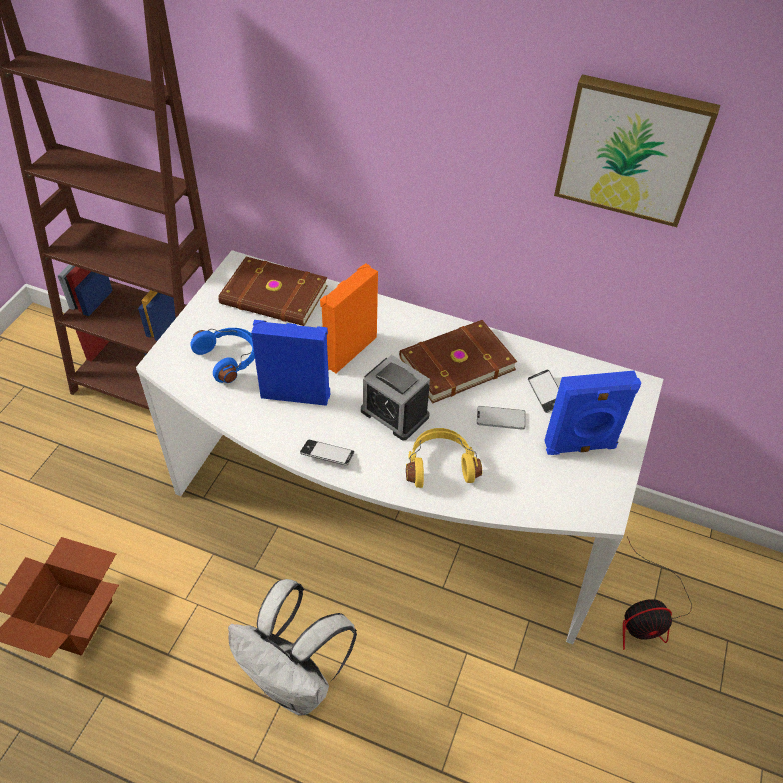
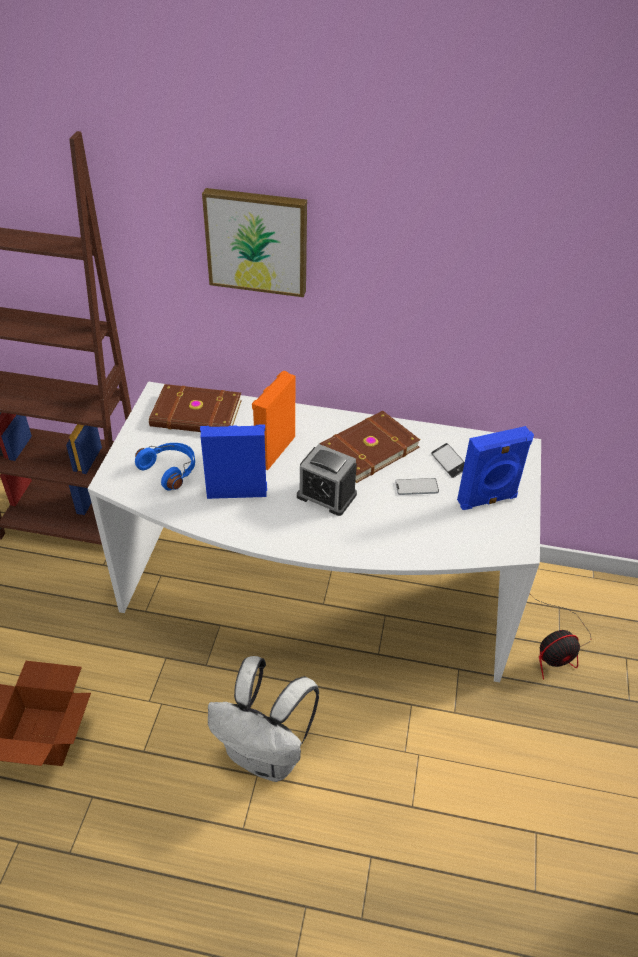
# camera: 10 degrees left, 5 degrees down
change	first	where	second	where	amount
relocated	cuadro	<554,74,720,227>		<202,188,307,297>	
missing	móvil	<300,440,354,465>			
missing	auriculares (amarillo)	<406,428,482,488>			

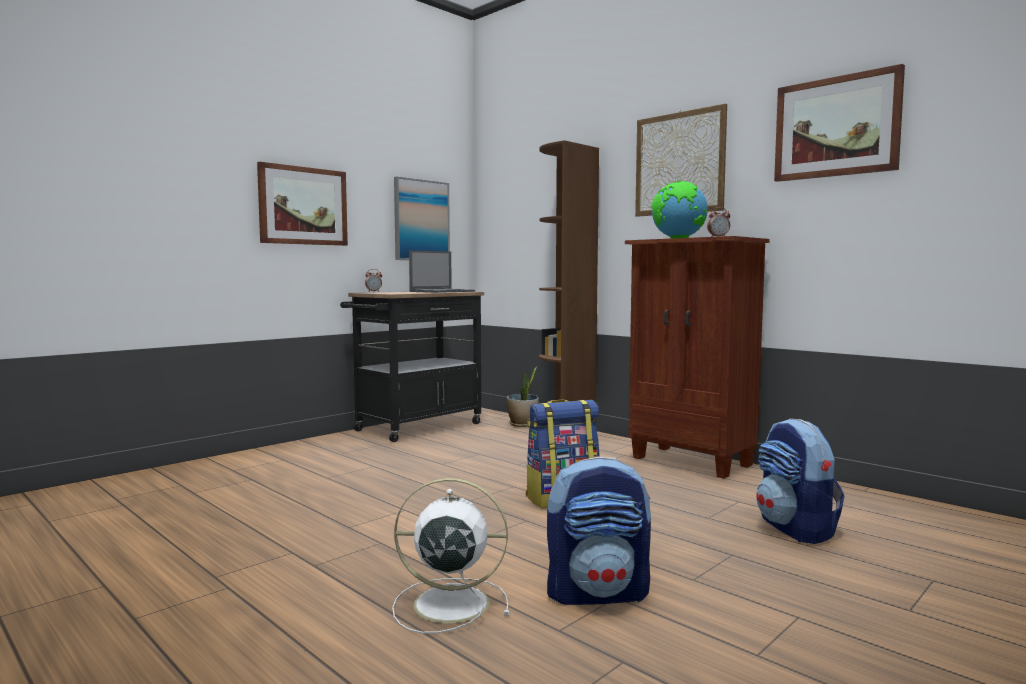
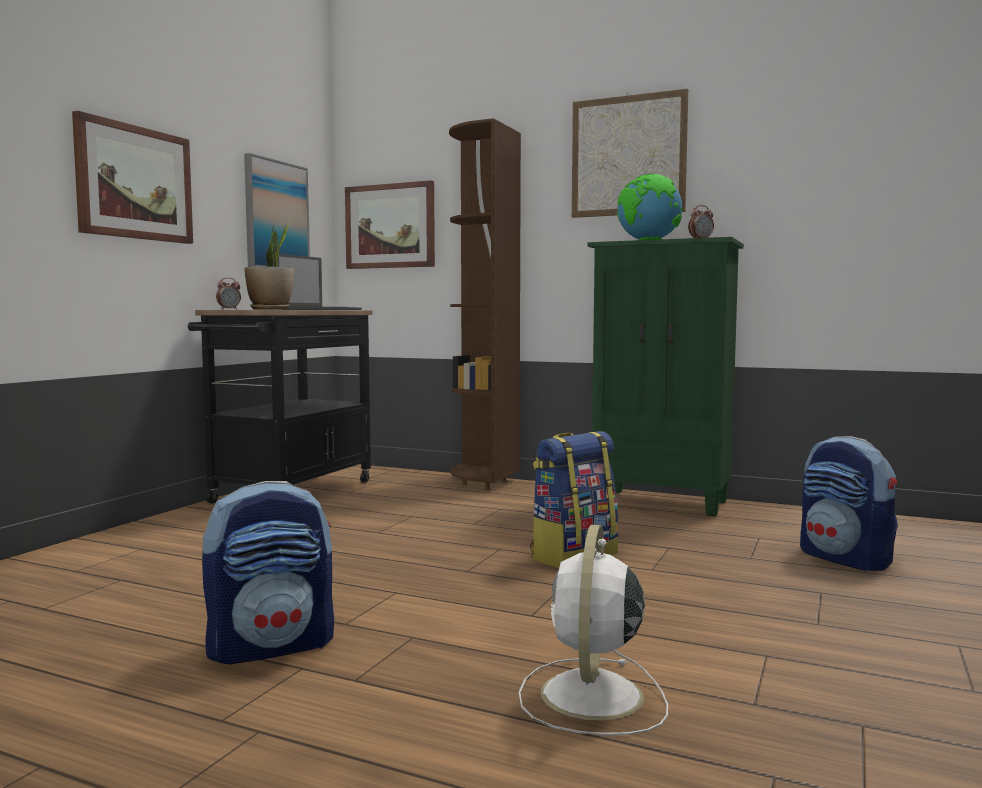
# camera: 20 degrees left, 0 degrees up
change	first	where	second	where	amount
relocated	mochila	<547,457,651,605>		<202,481,334,664>	
relocated	planta en maceta	<507,367,539,427>		<244,222,294,310>	
relocated	cuadro	<774,64,905,182>		<345,180,435,269>	
spun	ventilador (blanco)	<392,478,509,634>		<519,525,668,736>	60 degrees counterclockwise
colour	armario (marrón)	<625,236,770,478>	armario (verde)	<587,237,744,516>	

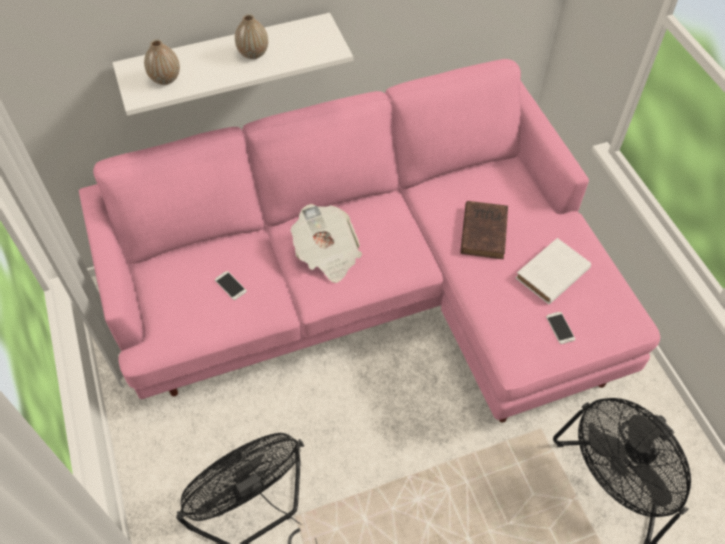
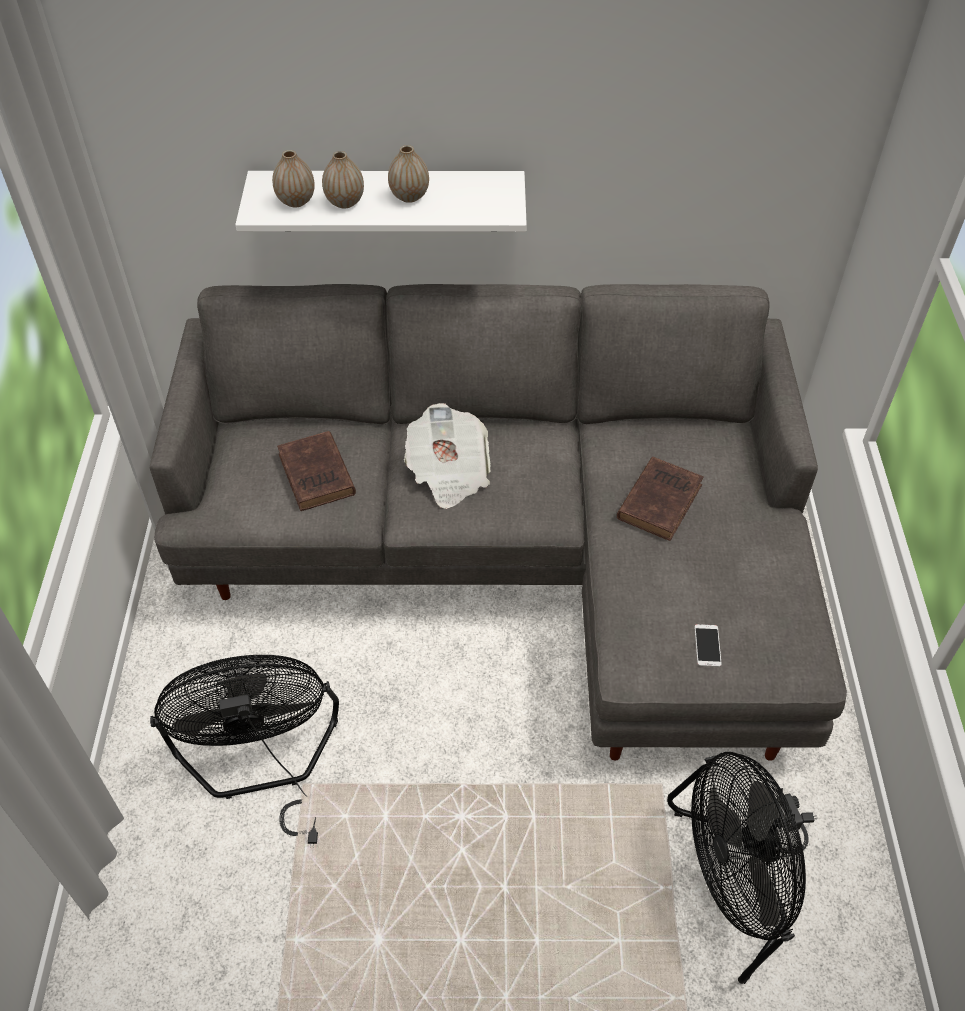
# camera: 20 degrees right, 5 degrees down
change	first	where	second	where	amount
colour	sofá (rosa)	<79,59,660,423>	sofá (gris)	<150,284,847,761>	
exchanged	móvil	<215,271,247,300>	libro (marrón)	<277,431,356,511>	
appeared			florero	<322,151,364,209>	
missing	libro (blanco)	<515,238,591,304>			

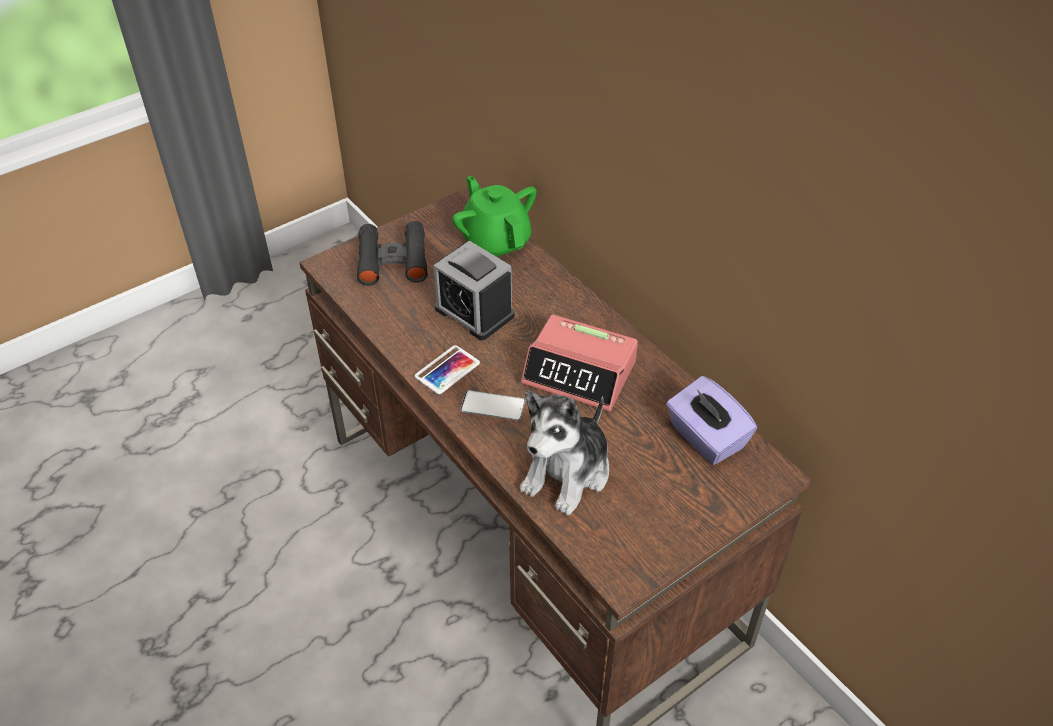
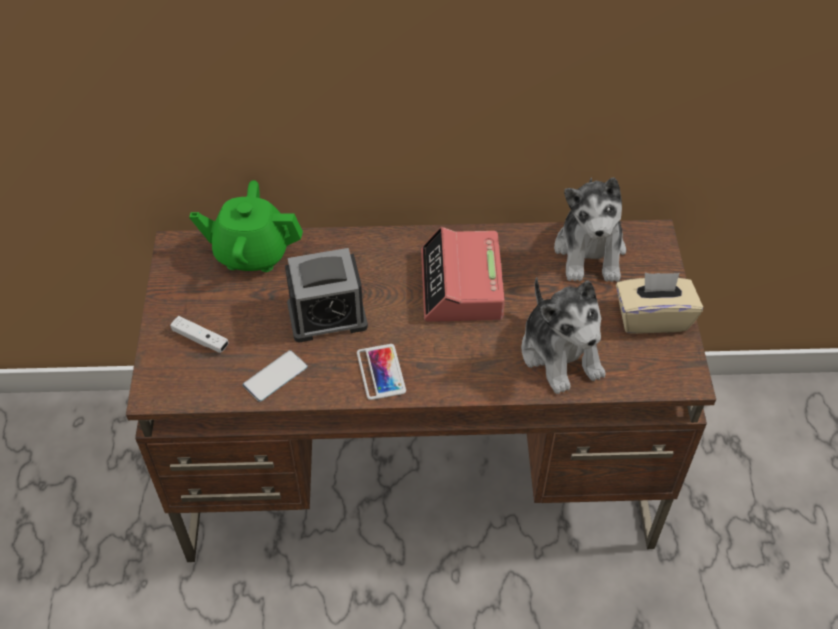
# camera: 55 degrees left, 5 degrees up
change	first	where	second	where	amount
exchanged	prismáticos (negro)	<357,221,428,286>	mando de consola (blanco)	<170,316,229,353>	
relocated	móvil	<460,390,525,420>		<243,350,308,402>	
spun	despertador	<521,315,638,412>		<421,227,505,322>	120 degrees clockwise
exchanged	caja de pañuelos (morado)	<666,376,757,465>	peluche	<554,178,626,282>	
appeared			caja de pañuelos (beis)	<616,273,703,334>	

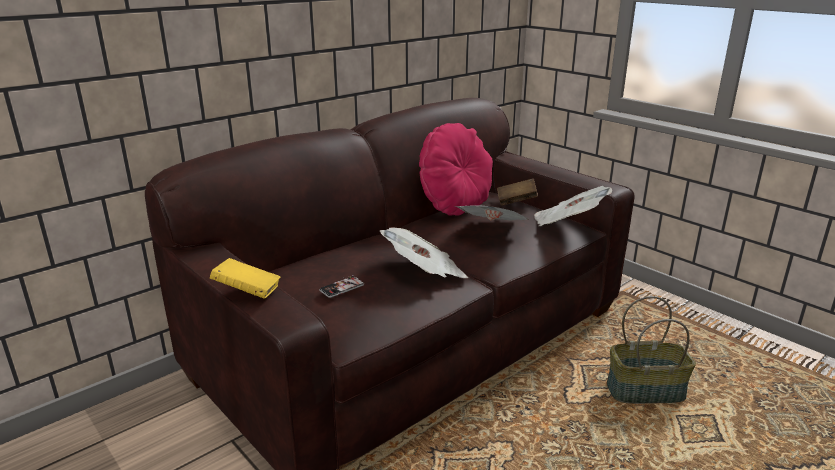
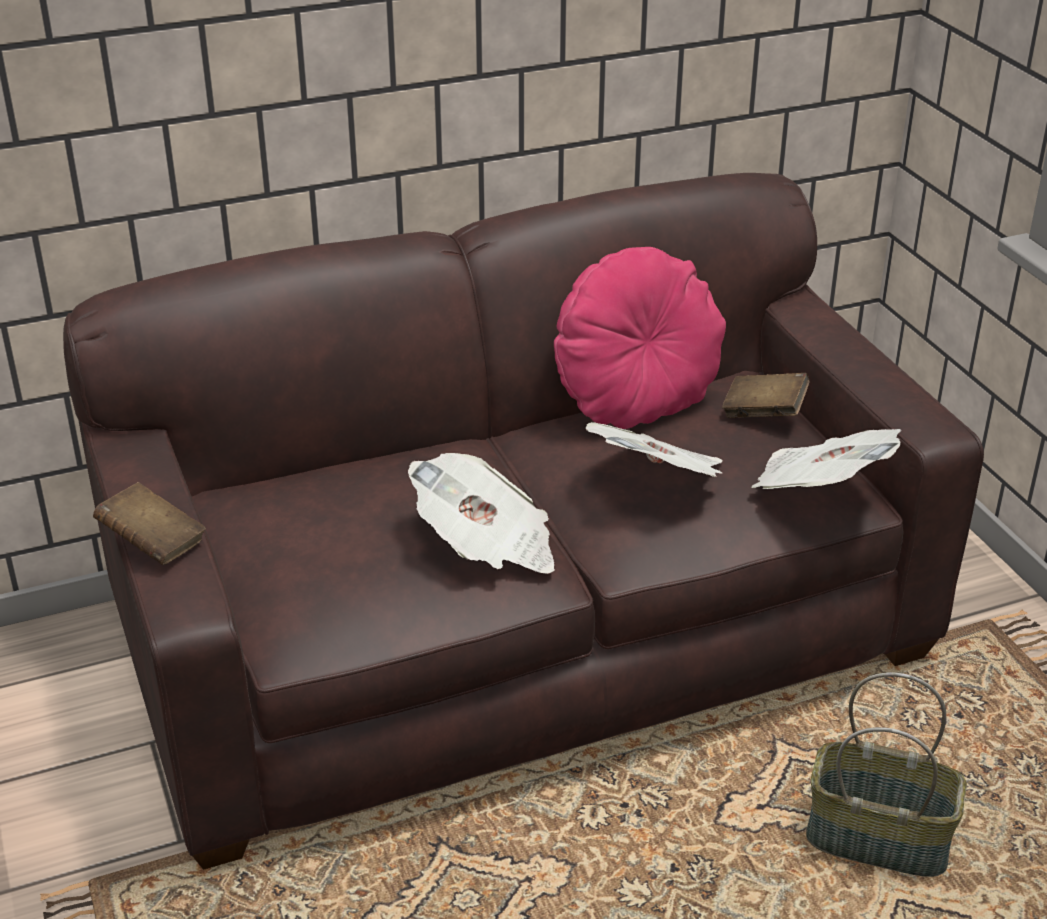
# camera: 20 degrees right, 10 degrees up
change	first	where	second	where	amount
colour	libro (amarillo)	<210,258,281,299>	libro (marrón)	<93,482,206,565>	
missing	móvil	<319,275,364,298>			

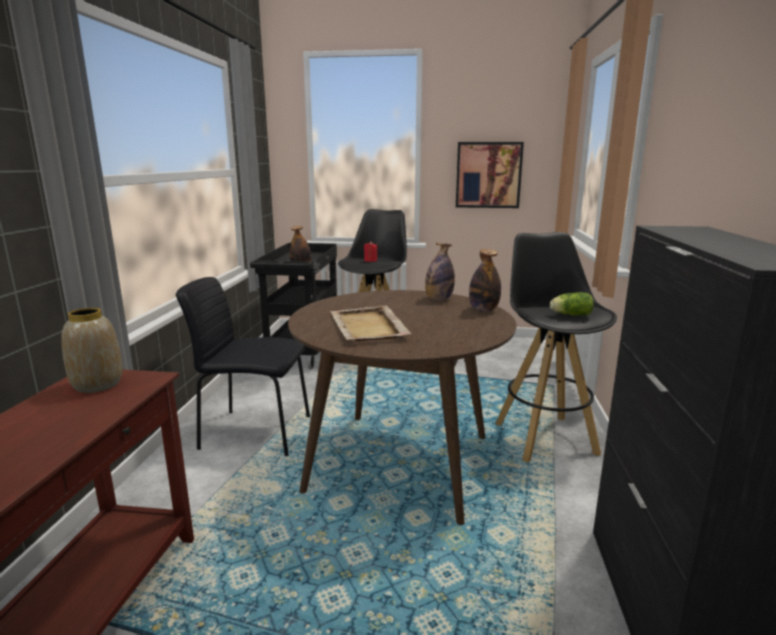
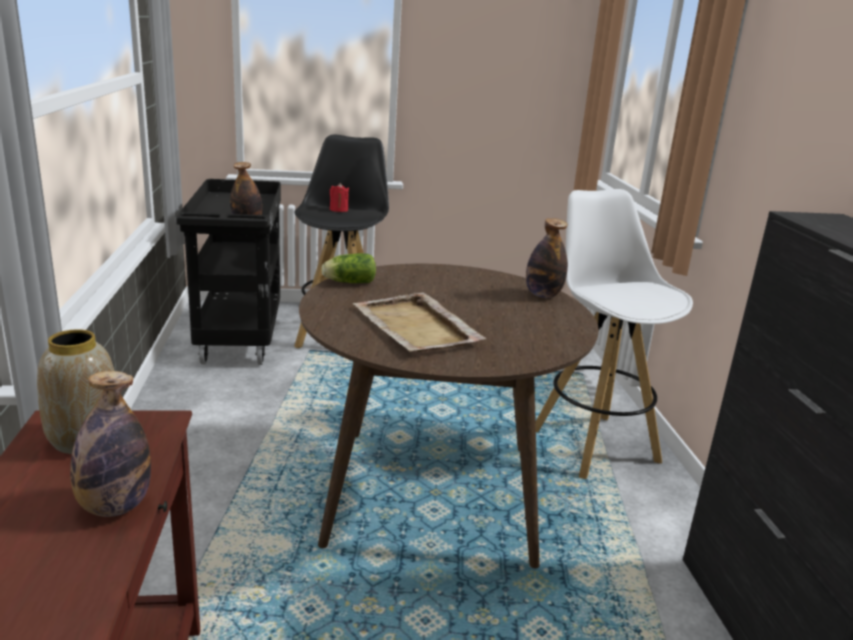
# camera: 15 degrees left, 5 degrees up
change	first	where	second	where	amount
relocated	botella	<425,243,455,300>		<70,371,151,517>	
relocated	lechuga	<550,292,594,315>		<321,253,376,283>	
colour	taburete (negro)	<495,232,617,463>	taburete (blanco)	<536,189,693,479>	
missing	silla (negro)	<176,277,310,456>			
missing	cuadro	<456,142,524,208>			

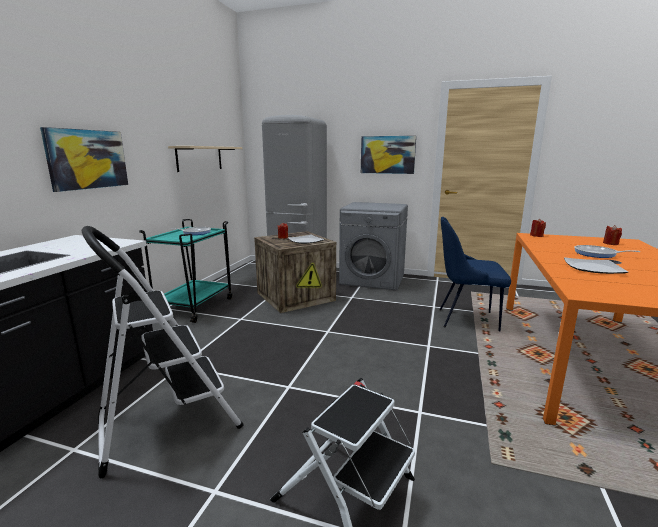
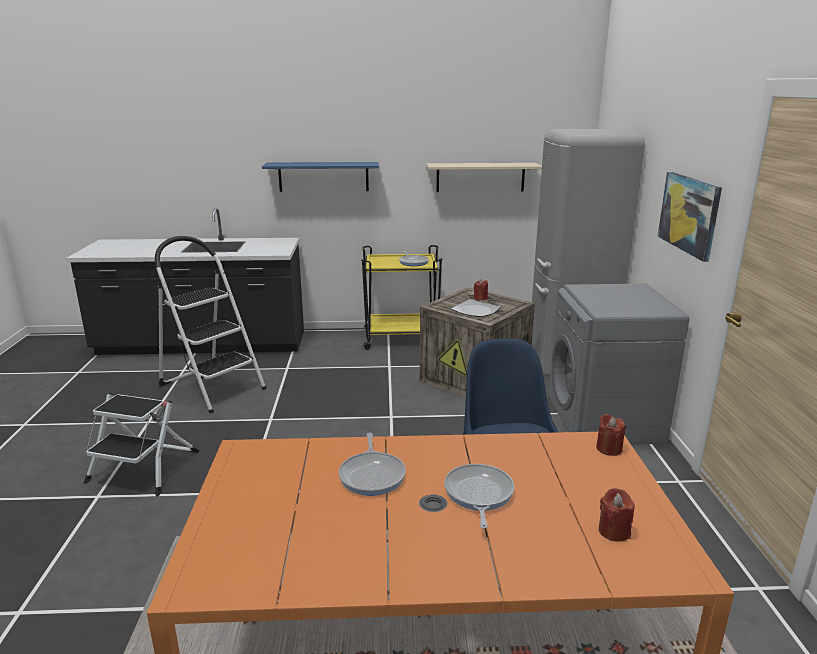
# camera: 70 degrees right, 5 degrees up
change	first	where	second	where	amount
exchanged	cuadro	<40,127,128,192>	estante (azul)	<262,162,379,192>	
exchanged	plato	<564,257,628,274>	sartén	<338,433,406,496>	
colour	carrito (turquesa)	<139,219,232,323>	carrito (amarillo)	<361,245,443,350>	

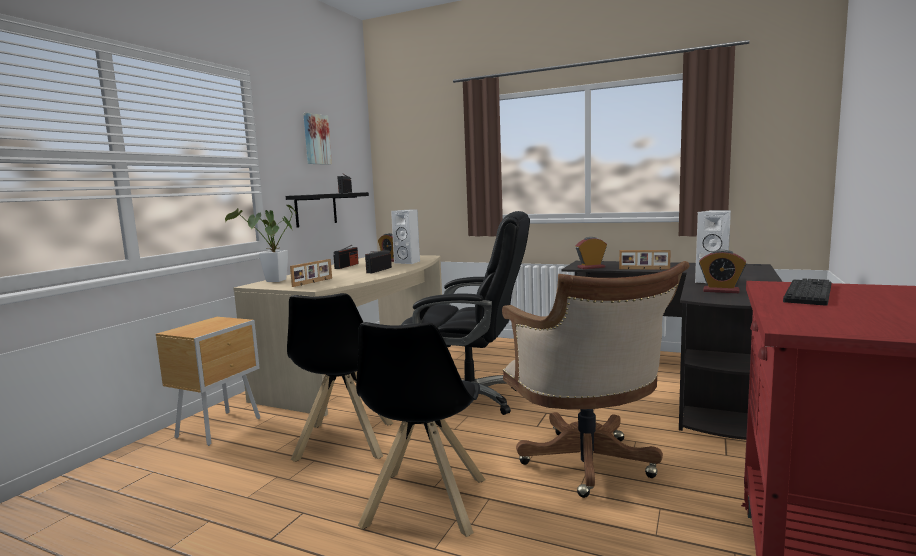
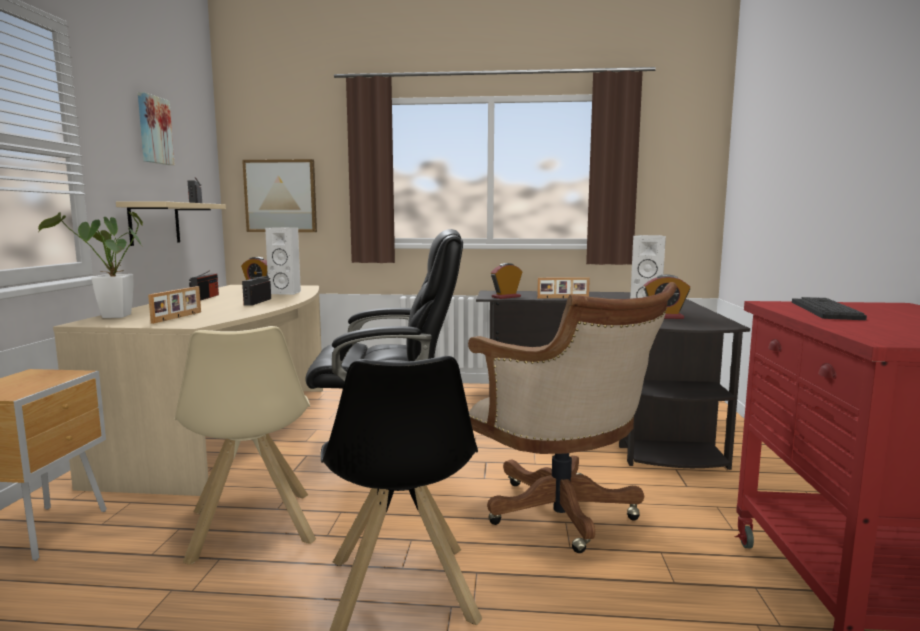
# camera: 20 degrees left, 0 degrees up
change	first	where	second	where	amount
colour	estante (negro)	<286,192,369,228>	estante (beis)	<116,201,226,246>	
colour	silla (negro)	<287,293,394,462>	silla (beis)	<175,326,316,565>	
appeared			cuadro	<242,159,317,232>	

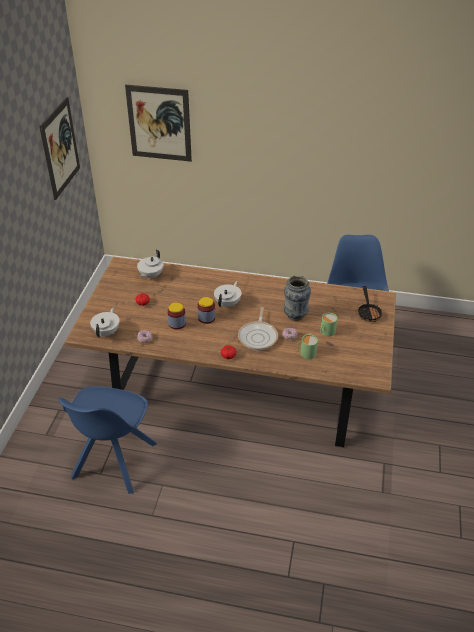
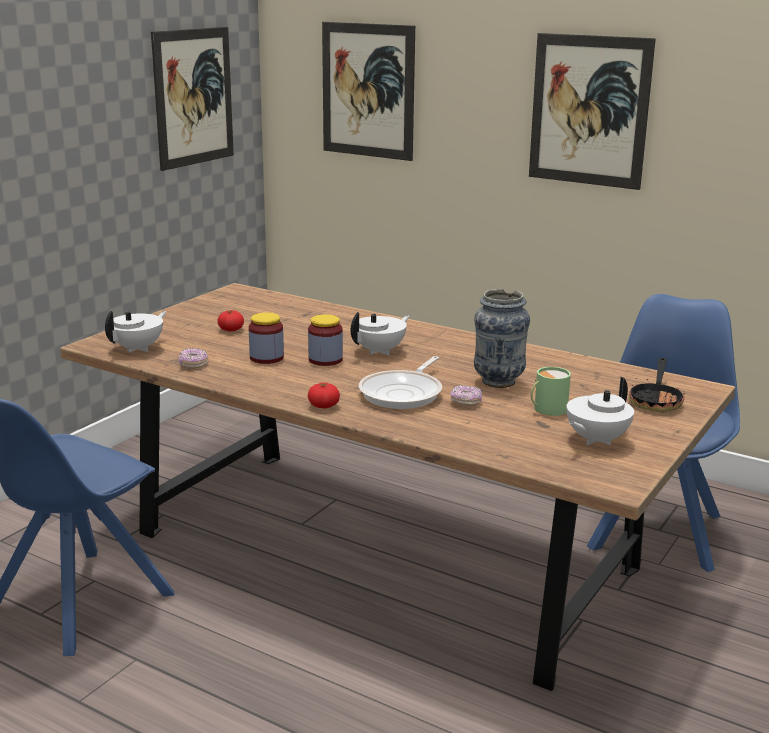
# camera: 20 degrees right, 20 degrees down
change	first	where	second	where	amount
appeared			cuadro	<529,33,656,190>	
relocated	tetera (blanco)	<137,250,164,279>		<566,377,634,446>	
missing	taza grande (verde)	<297,334,318,359>			

